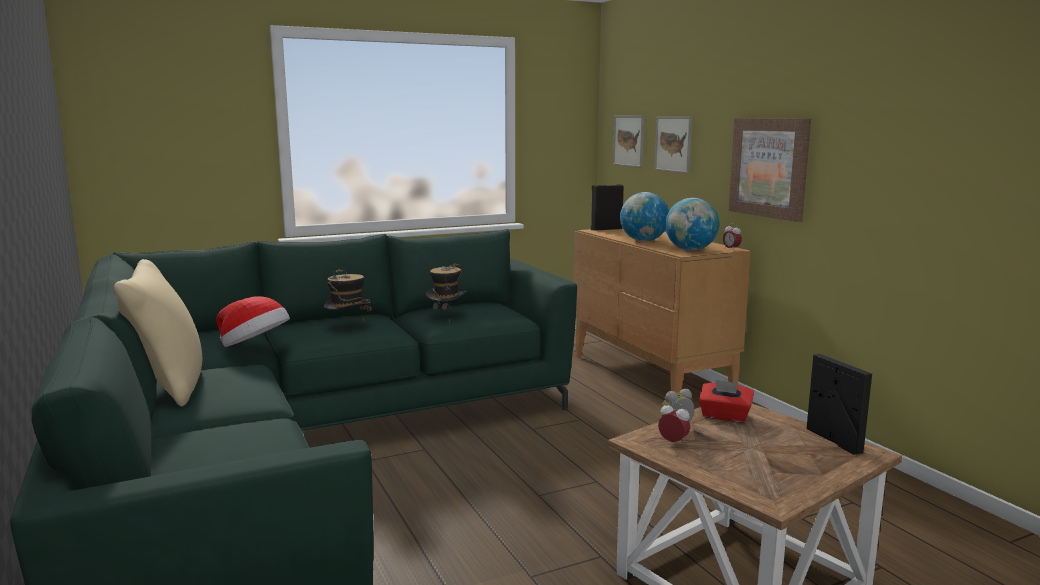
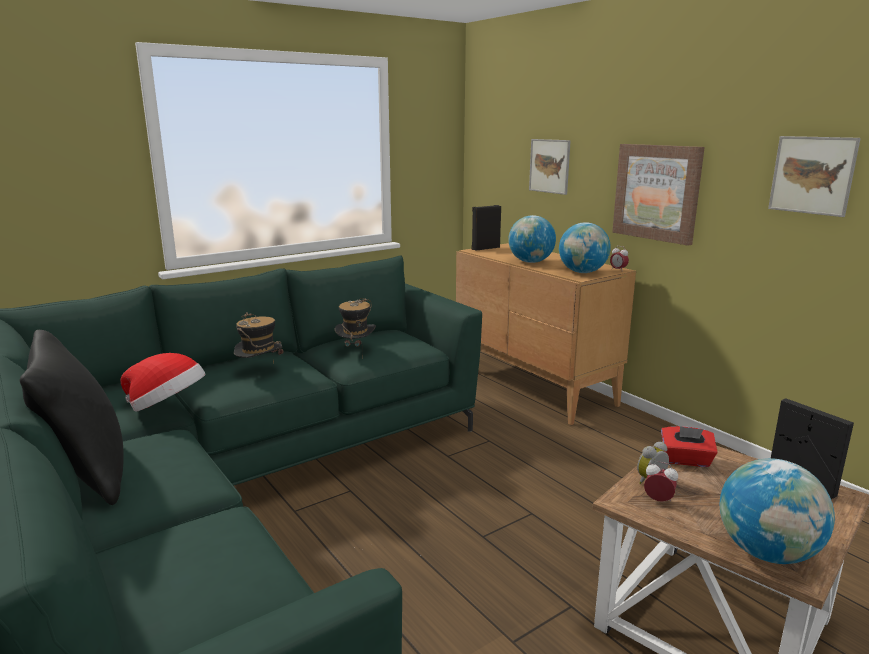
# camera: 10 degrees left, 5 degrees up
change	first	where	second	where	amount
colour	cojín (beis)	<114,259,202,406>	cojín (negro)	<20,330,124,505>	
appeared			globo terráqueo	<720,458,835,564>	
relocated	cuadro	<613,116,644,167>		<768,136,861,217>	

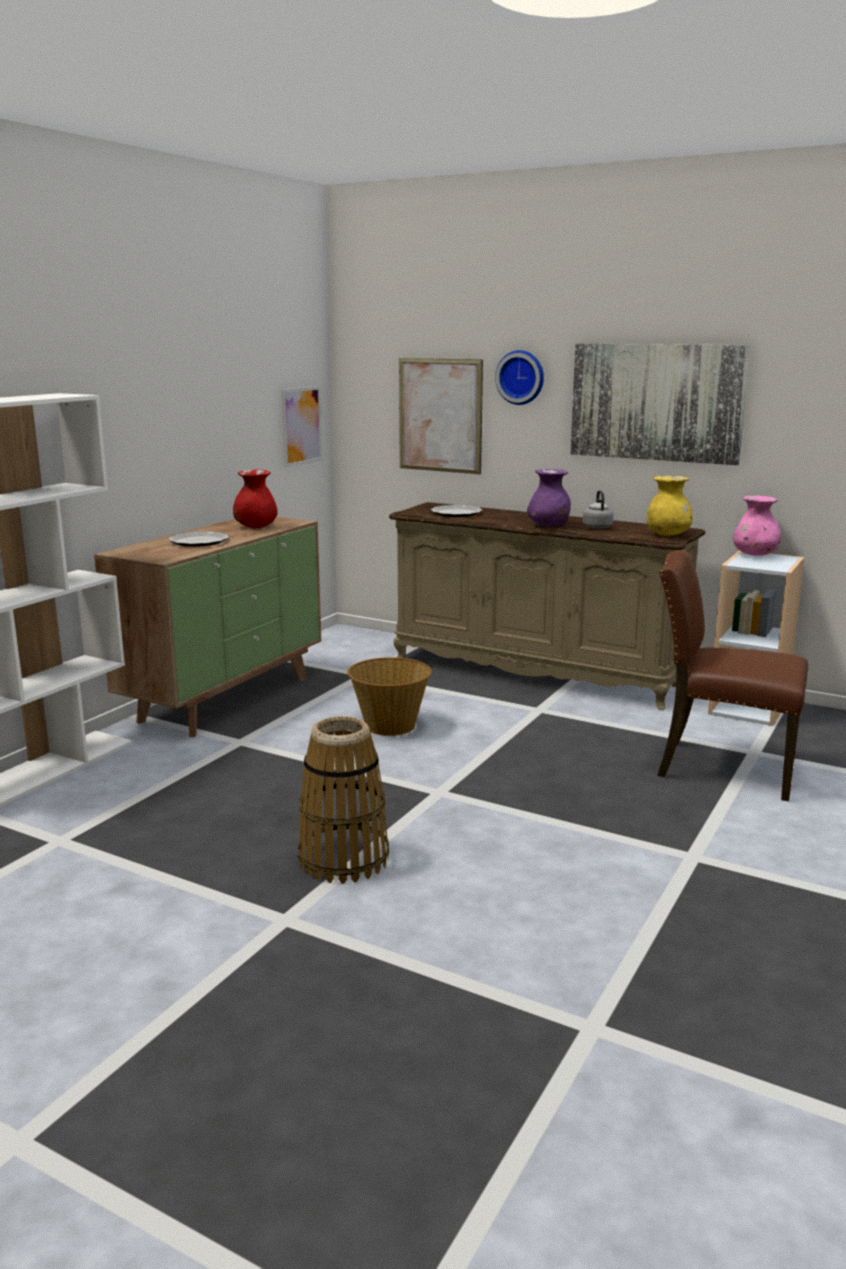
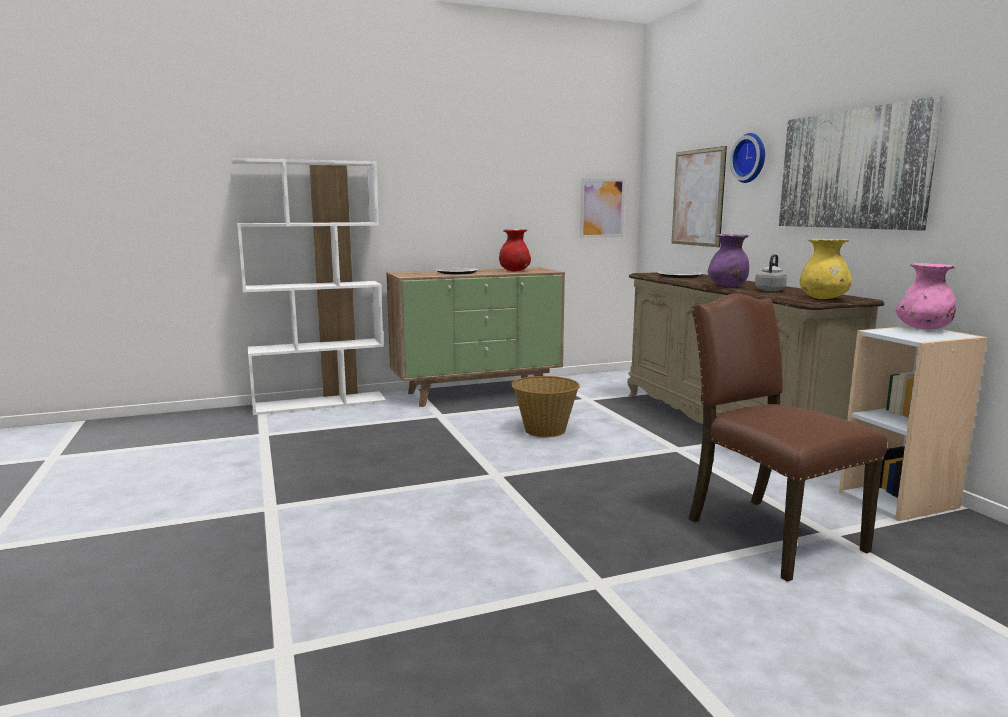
# camera: 40 degrees right, 5 degrees down
change	first	where	second	where	amount
missing	cesta	<298,716,389,884>			

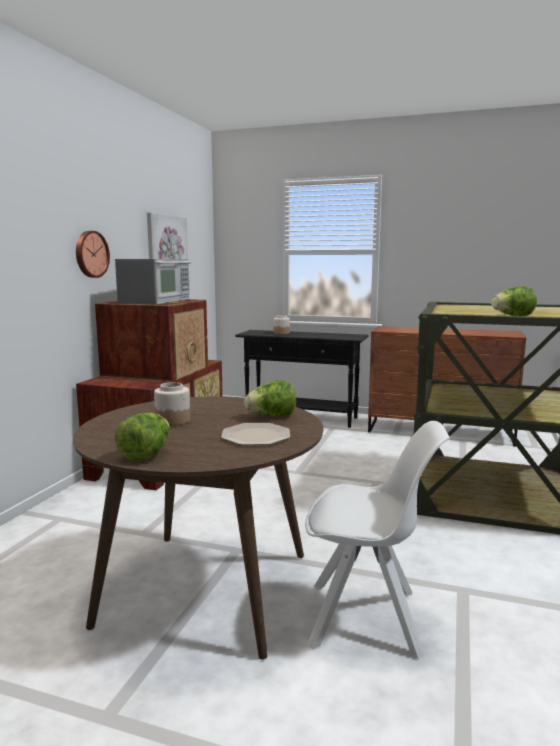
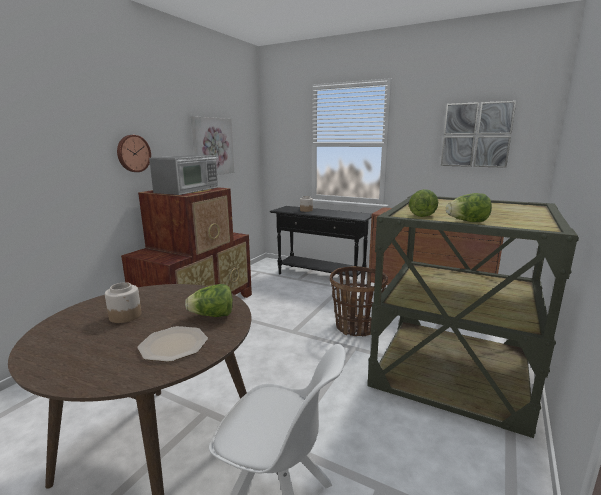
# camera: 10 degrees right, 5 degrees up
change	first	where	second	where	amount
appeared			cesta	<330,266,388,336>	
relocated	lechuga	<115,412,170,461>		<409,189,438,217>	
appeared			cuadro	<441,101,516,168>	

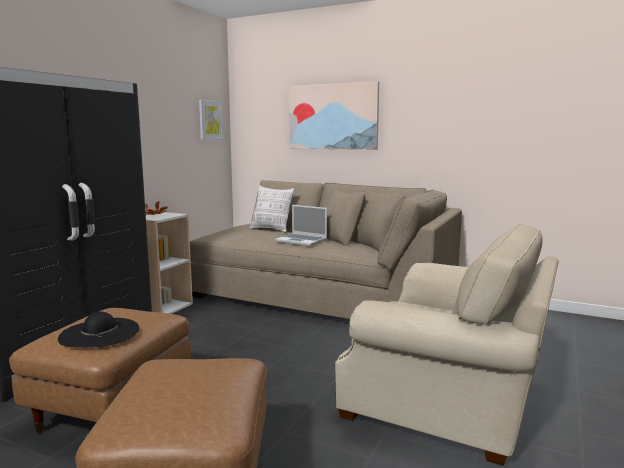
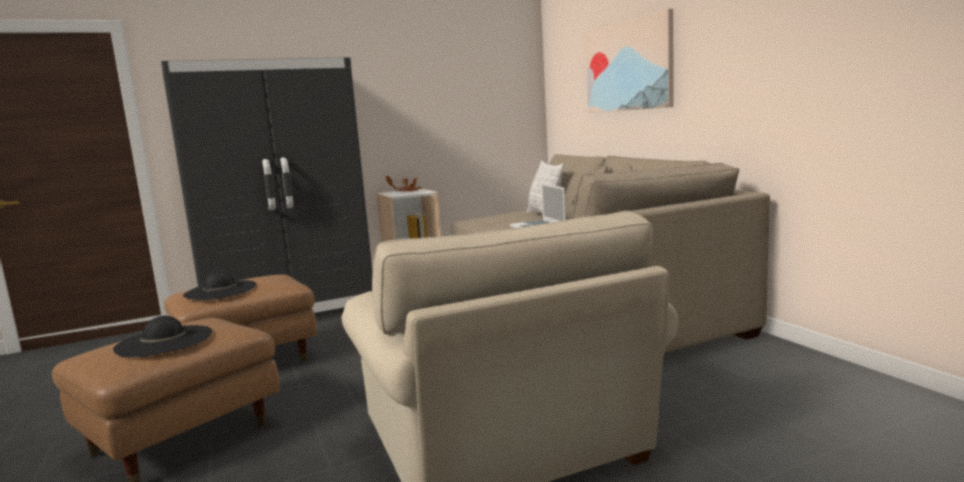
# camera: 40 degrees right, 0 degrees up
change	first	where	second	where	amount
appeared			sombrero (negro)	<113,316,212,358>	
missing	cuadro	<199,100,223,140>			

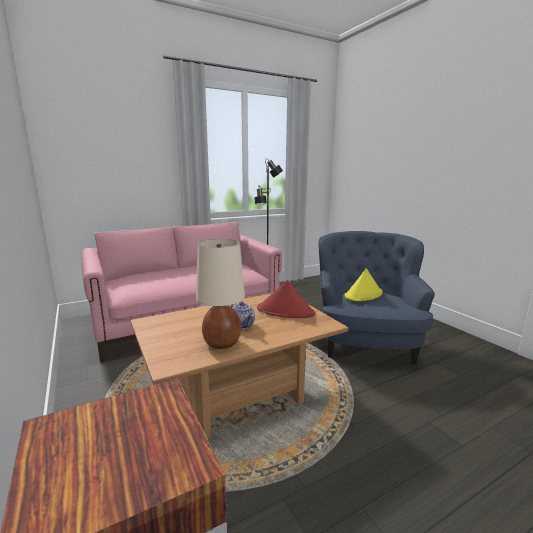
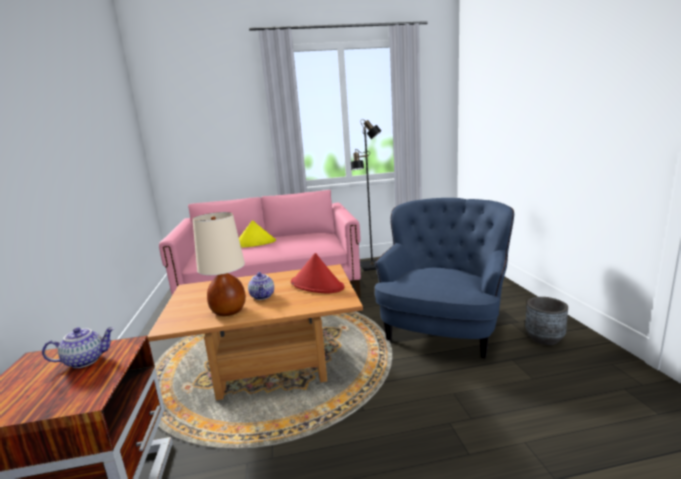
# camera: 20 degrees right, 0 degrees up
change	first	where	second	where	amount
appeared			tetera	<42,327,115,368>	
relocated	sombrero (amarillo)	<344,268,383,301>		<239,220,276,248>	
appeared			maceta (gris)	<525,297,568,345>	

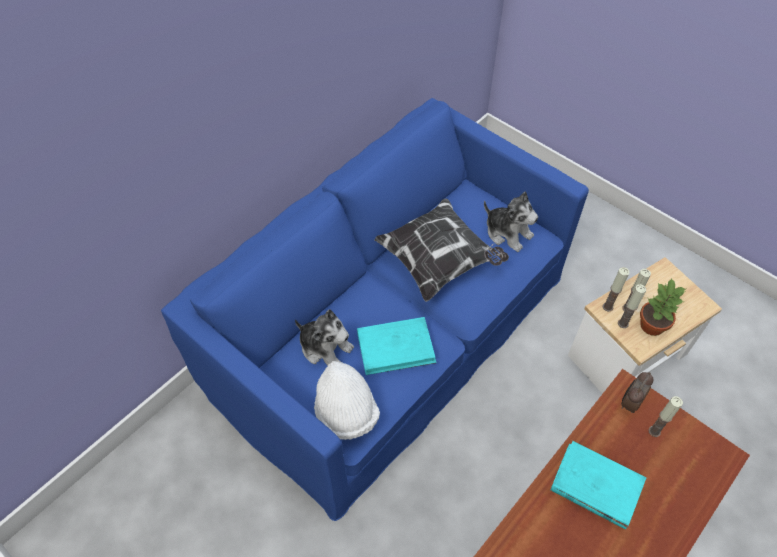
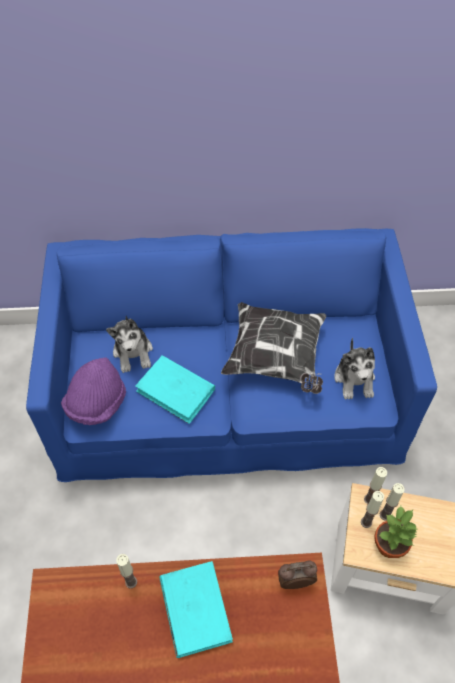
# camera: 45 degrees right, 0 degrees up
change	first	where	second	where	amount
colour	sombrero (blanco)	<314,361,380,440>	sombrero (morado)	<61,357,126,425>	
relocated	vela	<648,396,683,437>		<116,554,137,588>	

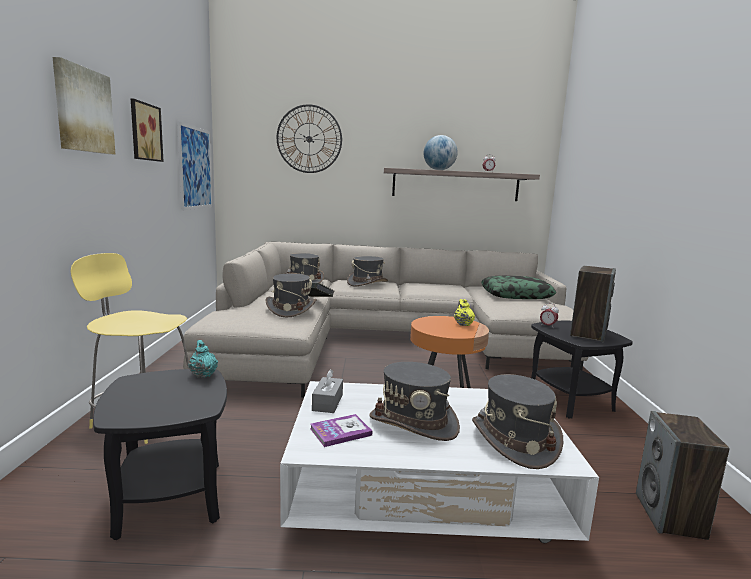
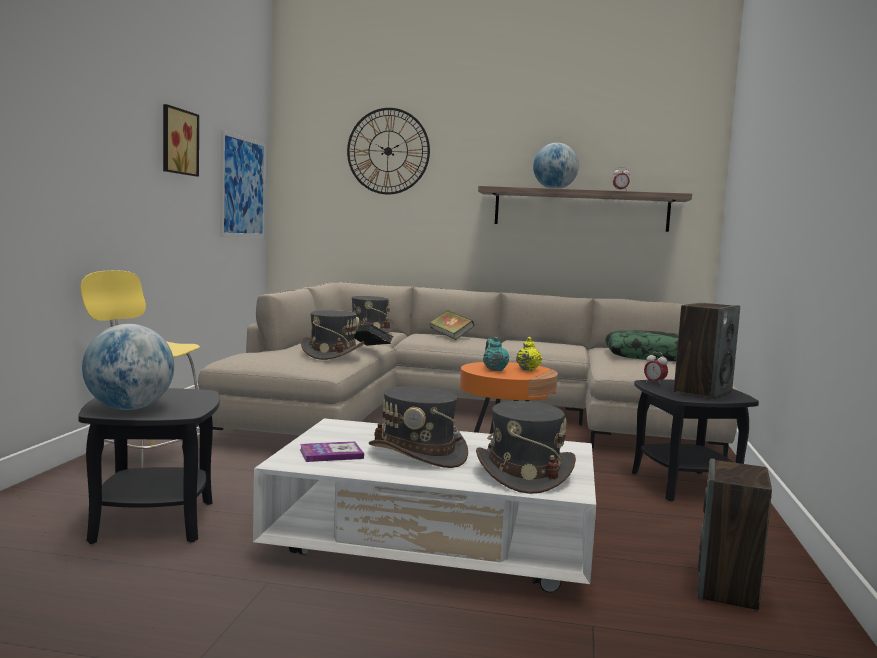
# camera: 10 degrees right, 5 degrees down
change	first	where	second	where	amount
appeared			globo terráqueo	<82,324,174,410>	
exchanged	sombrero (gris)	<347,256,388,287>	libro	<429,311,474,340>	
relocated	tetera (turquesa)	<188,340,218,378>		<483,337,509,371>	
missing	cuadro	<53,57,116,155>			
missing	caja de pañuelos (gris)	<312,369,343,413>			

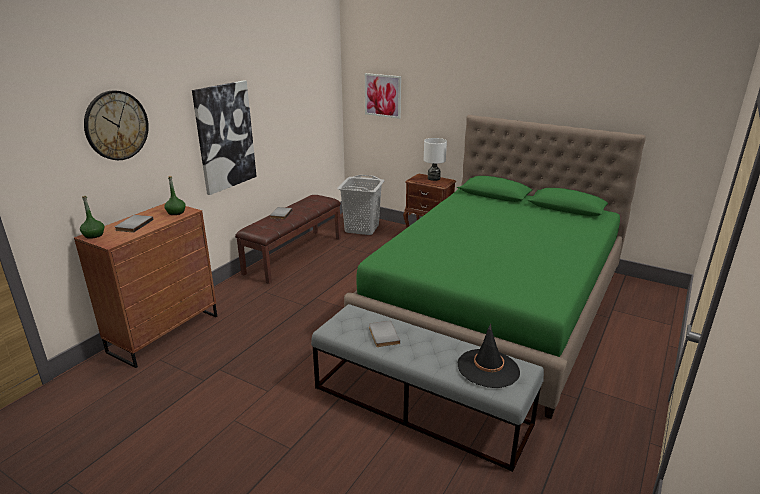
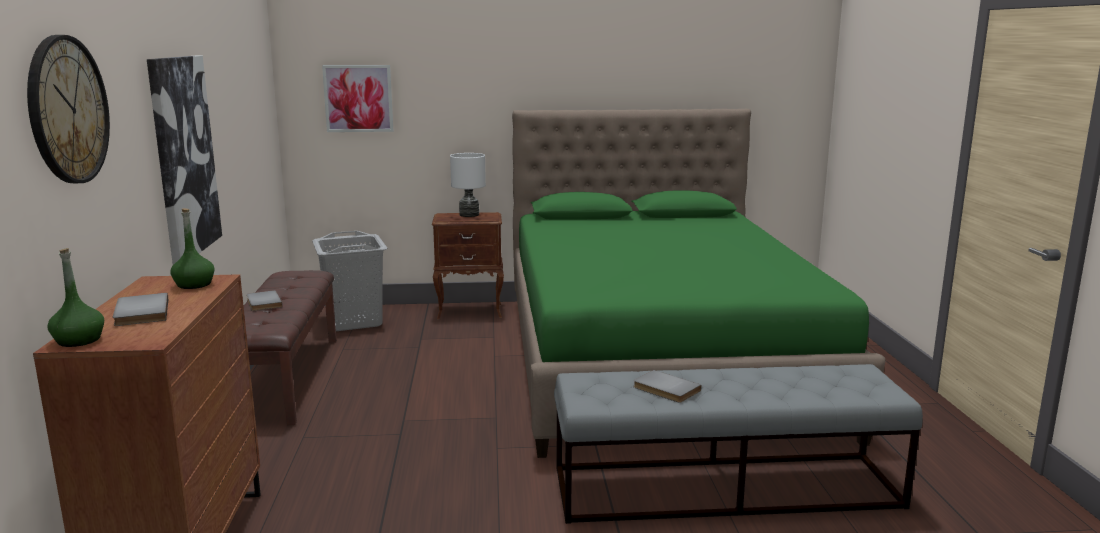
# camera: 35 degrees left, 10 degrees down
change	first	where	second	where	amount
missing	sombrero (negro)	<458,324,520,388>			

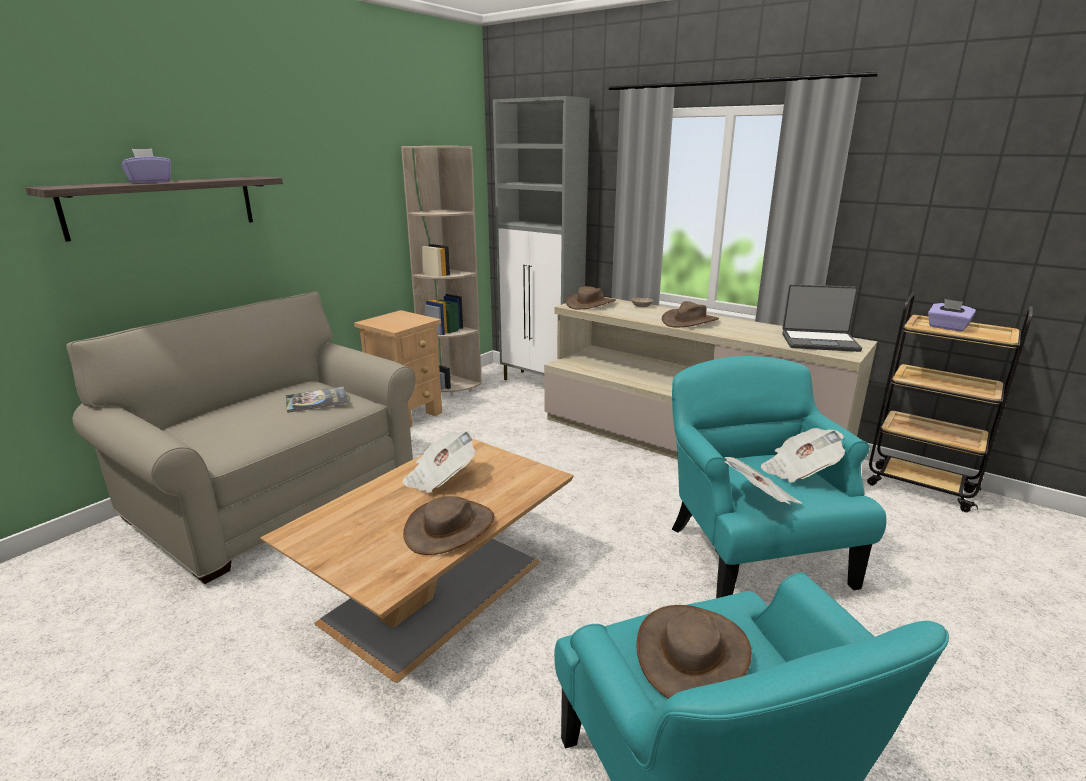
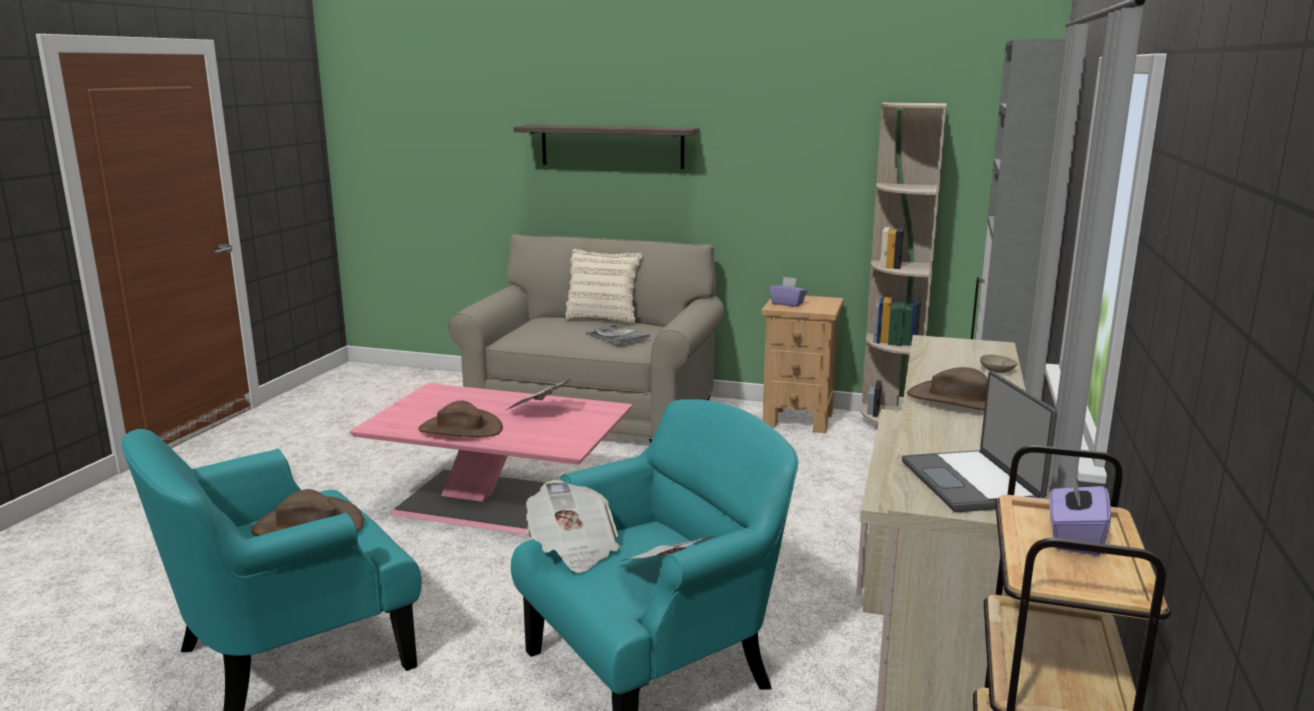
# camera: 70 degrees right, 5 degrees down
change	first	where	second	where	amount
colour	mesa de centro (marrón)	<260,439,574,683>	mesa de centro (rosa)	<349,383,633,535>	
appeared			cojín (beis)	<565,248,642,324>	
relocated	caja de pañuelos (morado)	<121,148,171,183>		<769,277,807,307>	
missing	sombrero (marrón)	<566,286,616,310>			

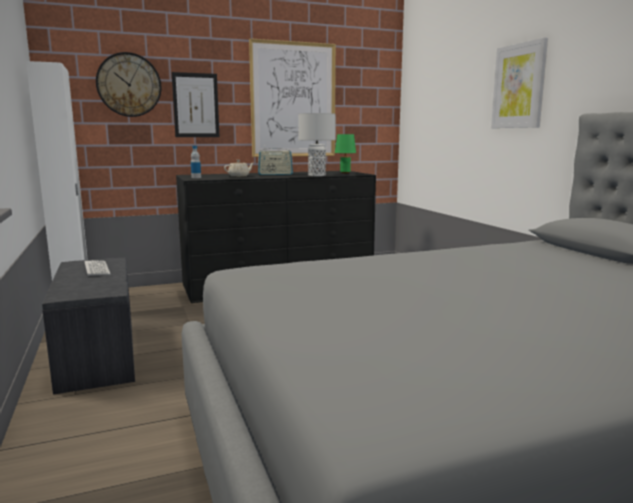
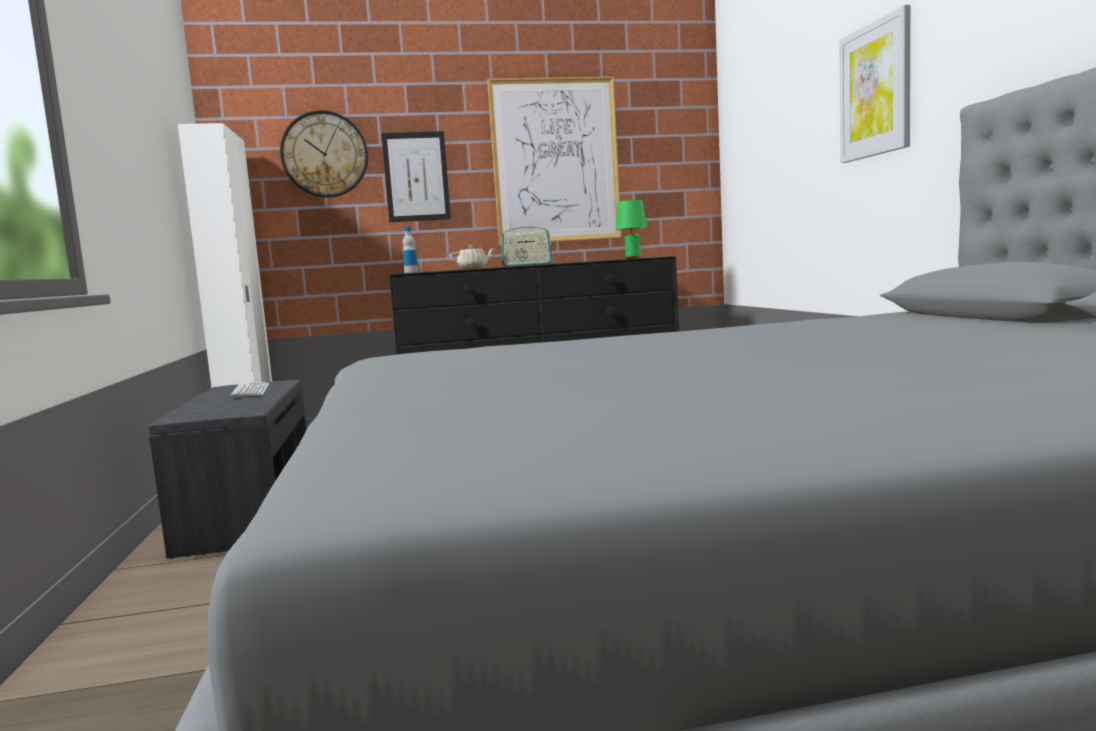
# camera: 10 degrees right, 5 degrees down
change	first	where	second	where	amount
missing	lámpara de mesa (blanco)	<298,113,336,176>			

